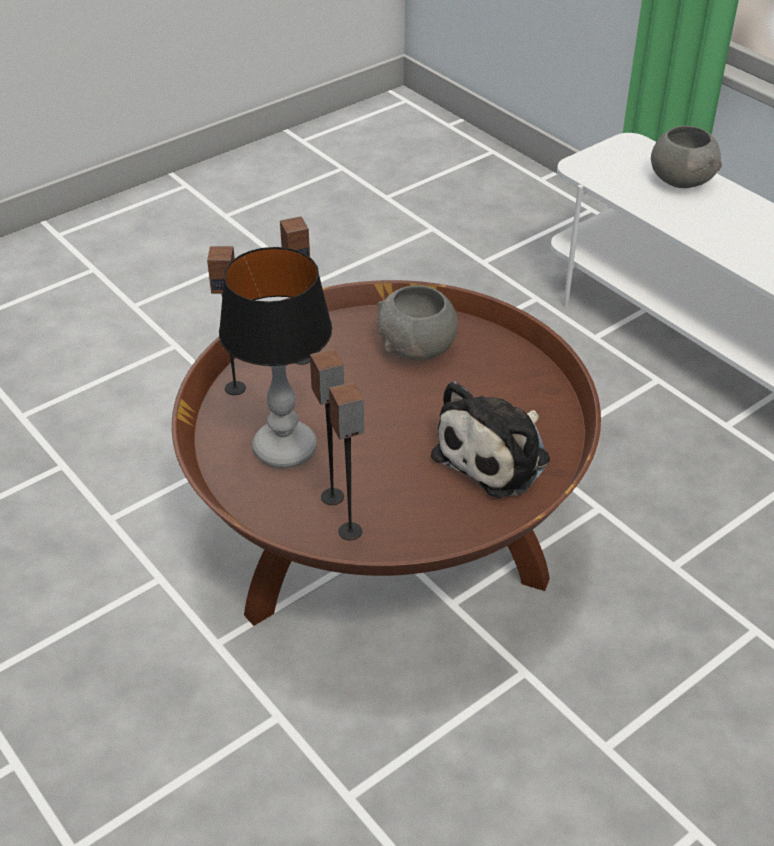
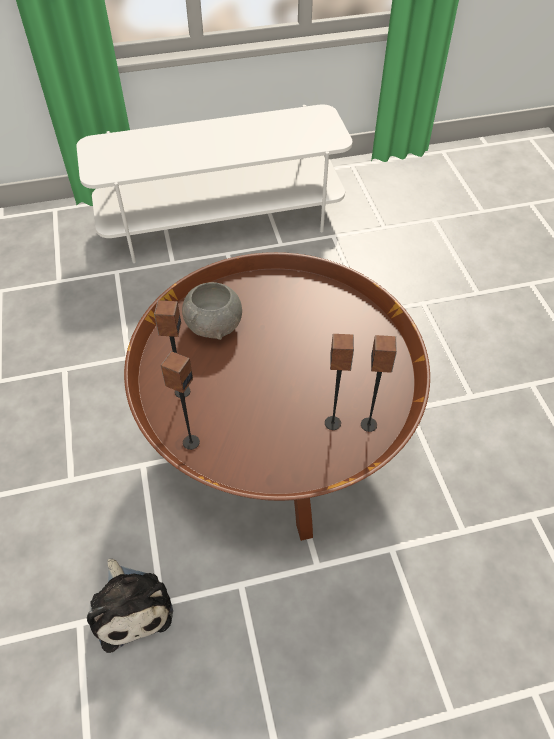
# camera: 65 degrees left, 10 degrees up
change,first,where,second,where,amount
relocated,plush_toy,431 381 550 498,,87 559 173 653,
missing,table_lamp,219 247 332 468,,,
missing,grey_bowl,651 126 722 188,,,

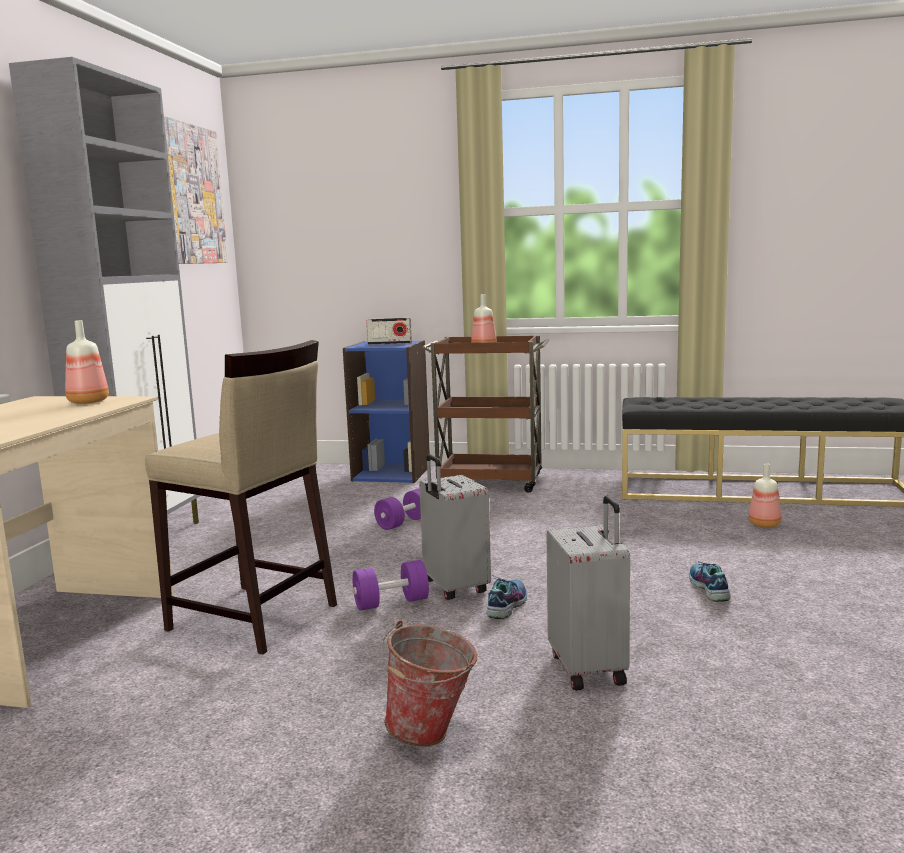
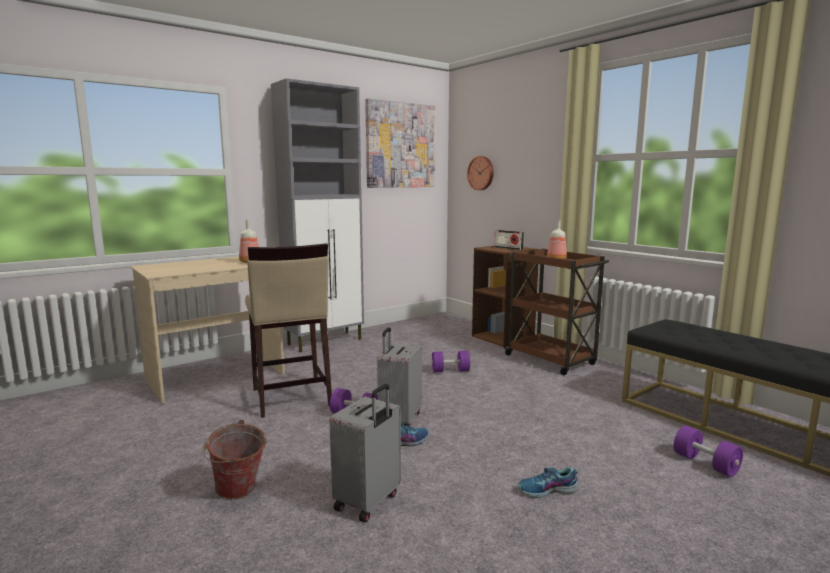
# camera: 40 degrees right, 0 degrees up
change,first,where,second,where,amount
appeared,,,wall_clock,467 156 494 190,
colour,blue_bookcase,343 340 430 483,brown_bookcase,472 246 539 347,
spun,shoe,689 561 731 602,,518 466 579 498,135 degrees counterclockwise
exchanged,bottle,748 463 781 528,purple_dumbbell,674 425 743 477,

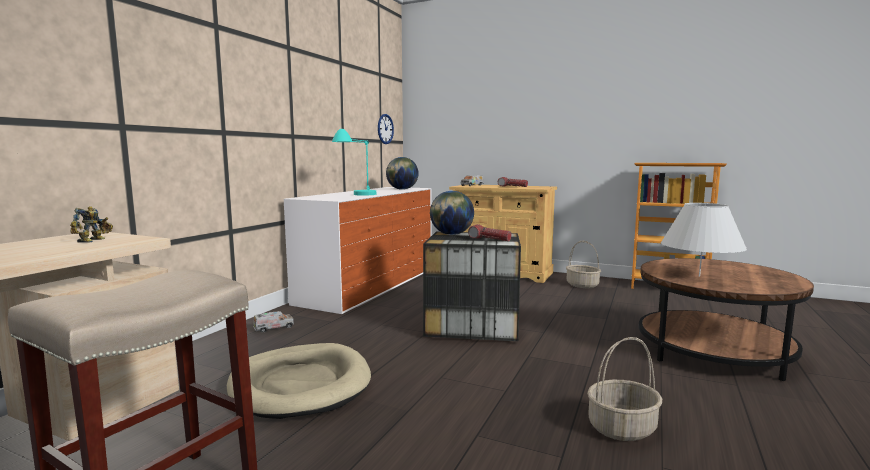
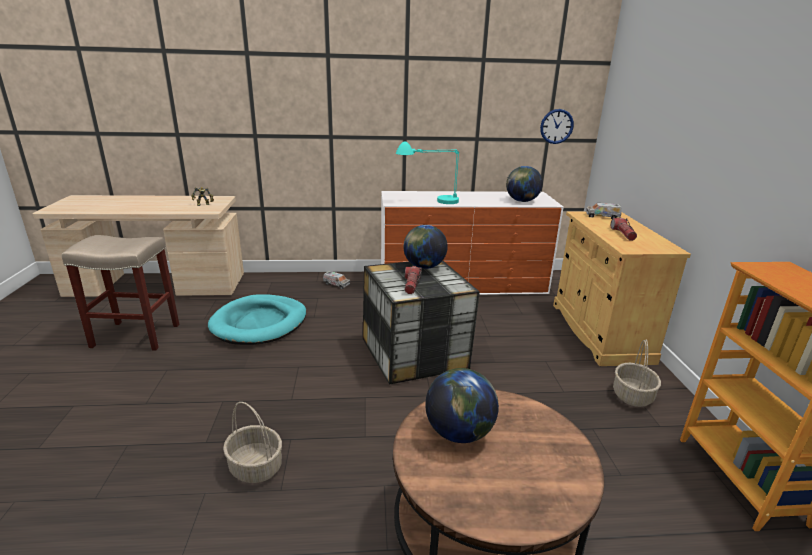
# camera: 60 degrees right, 15 degrees up
change,first,where,second,where,amount
colour,beige_dog_bed,227 343 371 419,turquoise_dog_bed,208 294 306 345,
exchanged,white_table_lamp,661 203 747 277,globe,425 368 499 443,

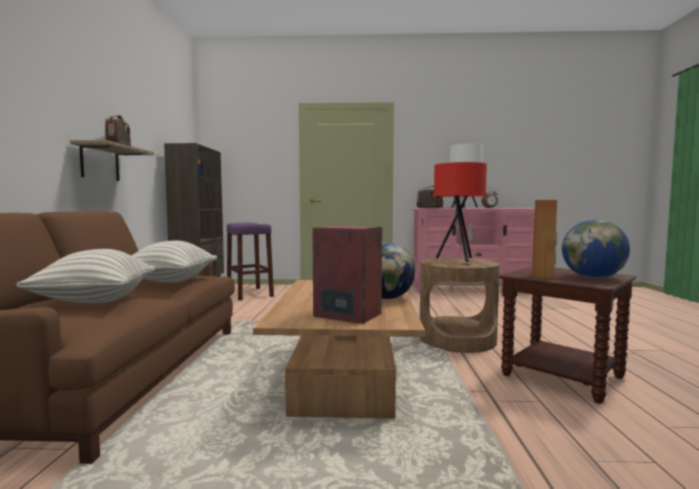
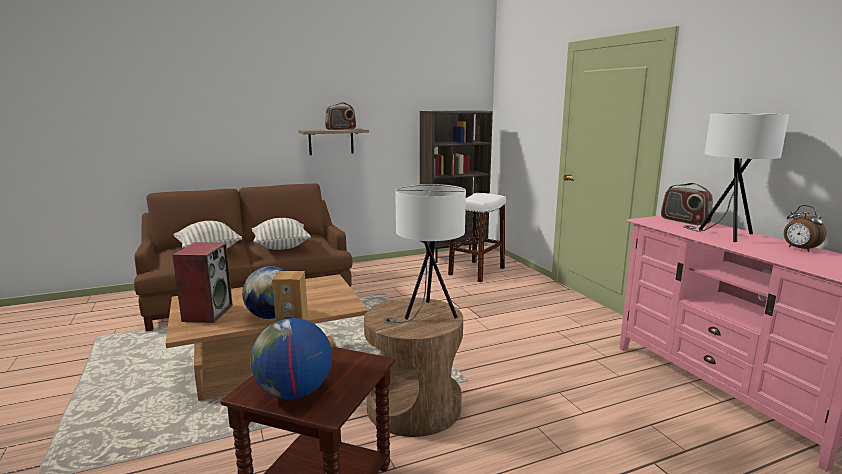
# camera: 65 degrees right, 10 degrees up
change,first,where,second,where,amount
colour,red_table_lamp,434 162 487 265,white_table_lamp,383 184 466 323,
colour,purple_stool,227 223 274 301,white_stool,448 193 506 282,

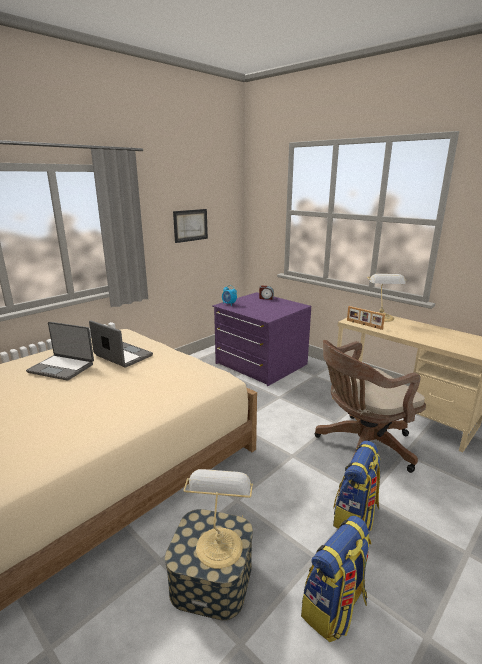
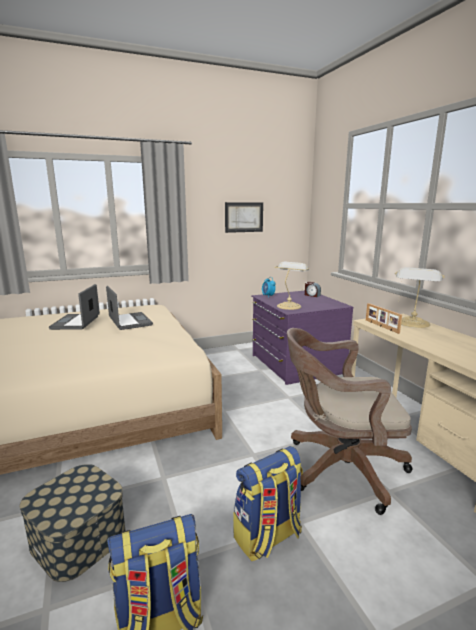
# camera: 25 degrees right, 5 degrees down
change,first,where,second,where,amount
spun,laptop,26 322 94 381,,49 284 100 330,45 degrees clockwise
relocated,table_lamp,183 469 253 569,,274 262 309 310,

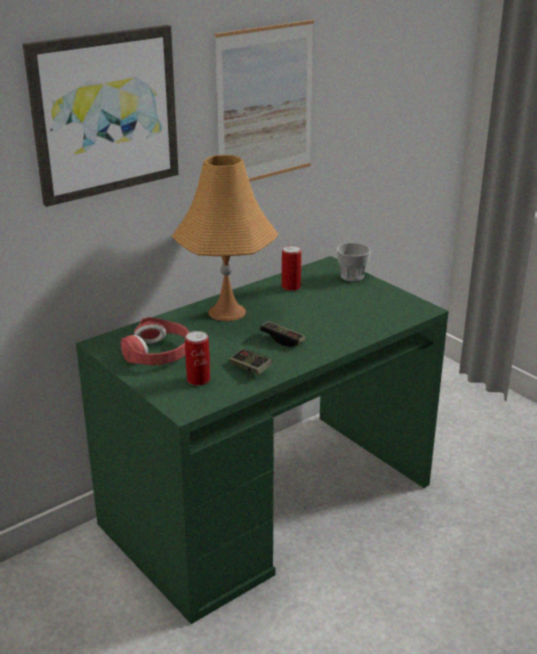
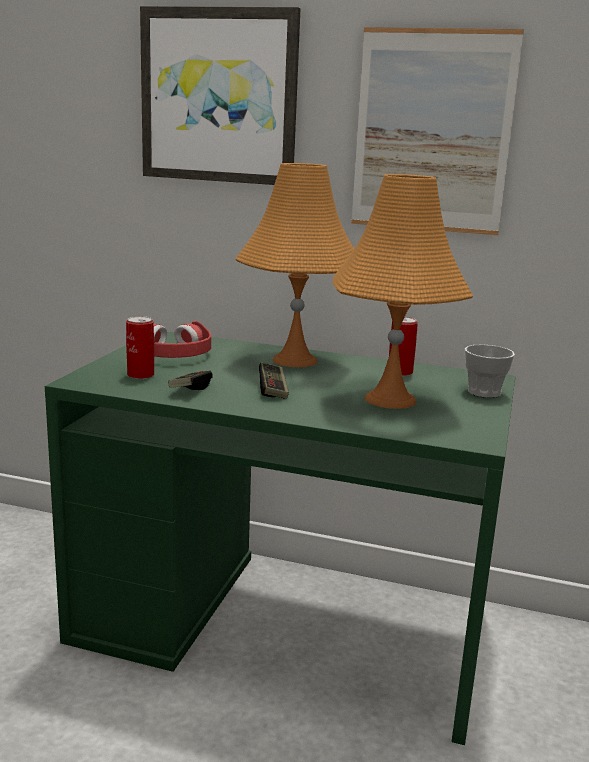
# camera: 55 degrees right, 10 degrees down
change,first,where,second,where,amount
appeared,,,orange_table_lamp,333 174 473 409,

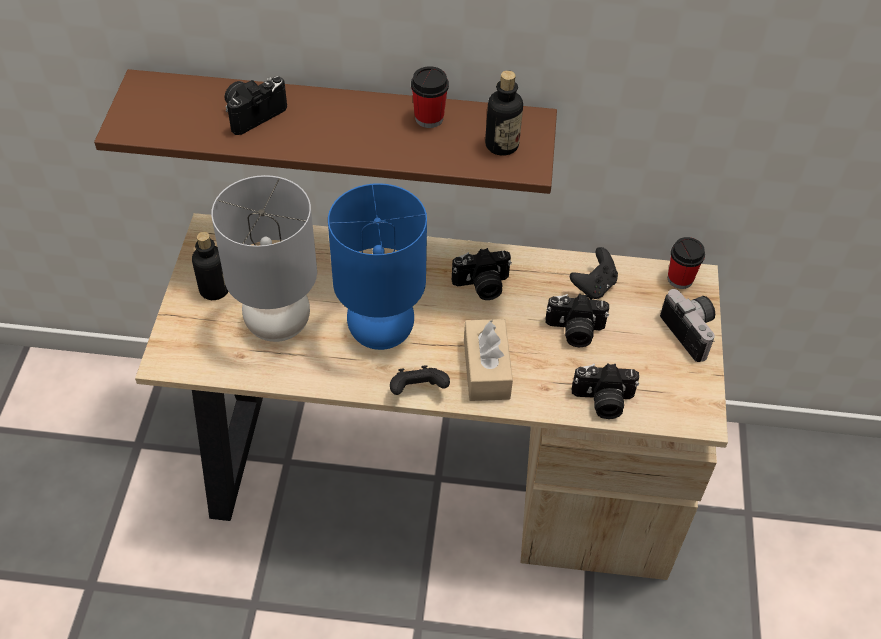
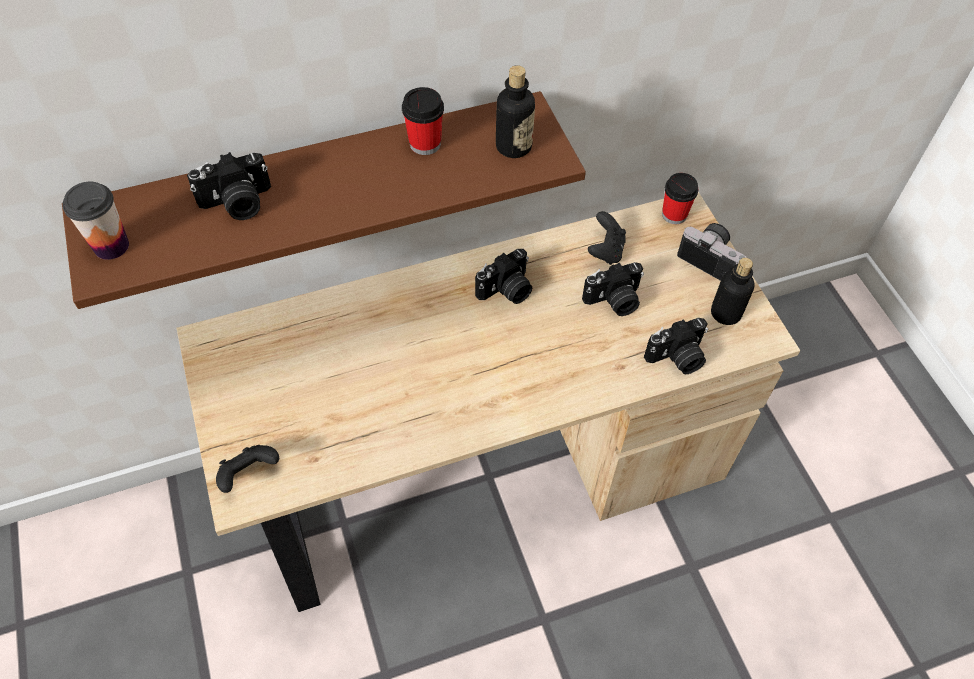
# camera: 25 degrees left, 5 degrees up
change,first,where,second,where,amount
appeared,,,cup,62 182 129 260,
spun,photo_camera,225 76 287 135,,187 152 271 220,135 degrees counterclockwise
relocated,black_game_controller,390 365 450 395,,216 445 279 493,
relocated,bottle,192 232 228 300,,711 258 755 325,
missing,grey_table_lamp,211 175 317 342,,,
missing,blue_table_lamp,328 183 427 350,,,
missing,beige_tissue_box,464 319 513 401,,,

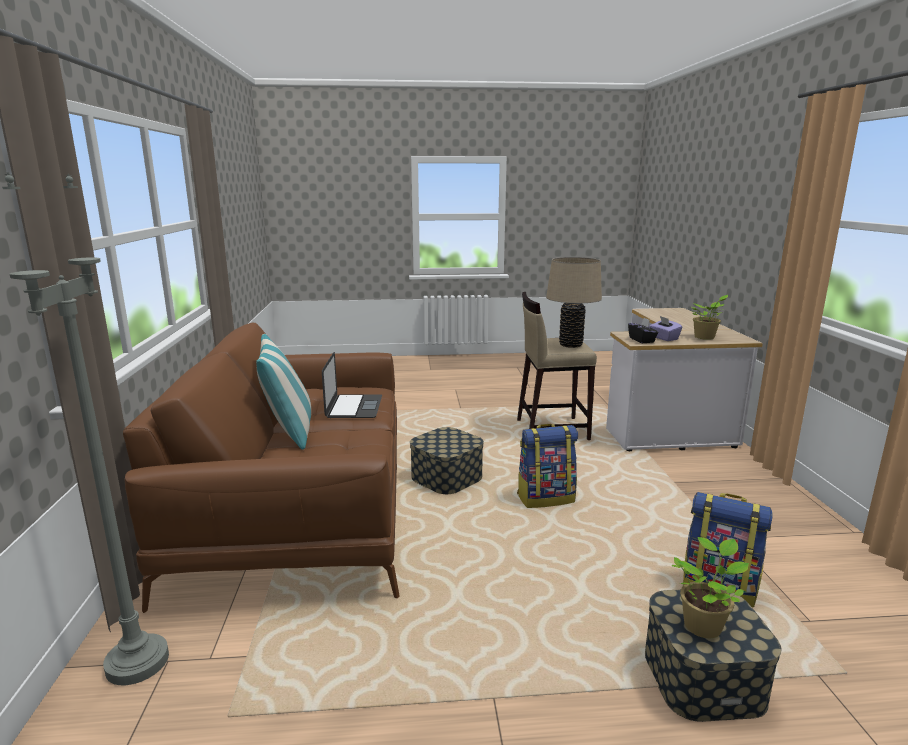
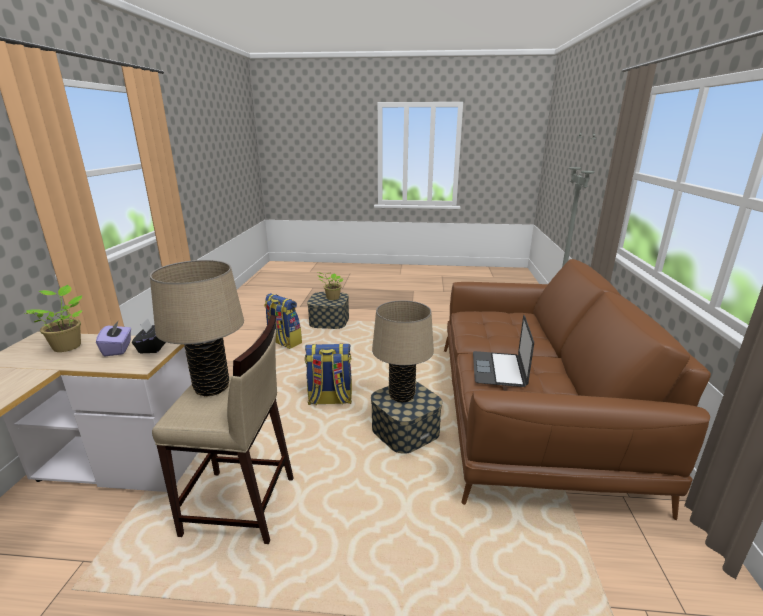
# camera: 170 degrees left, 5 degrees up
change,first,where,second,where,amount
appeared,,,beige_table_lamp,372 300 434 402,
missing,pillow,256 334 311 449,,,

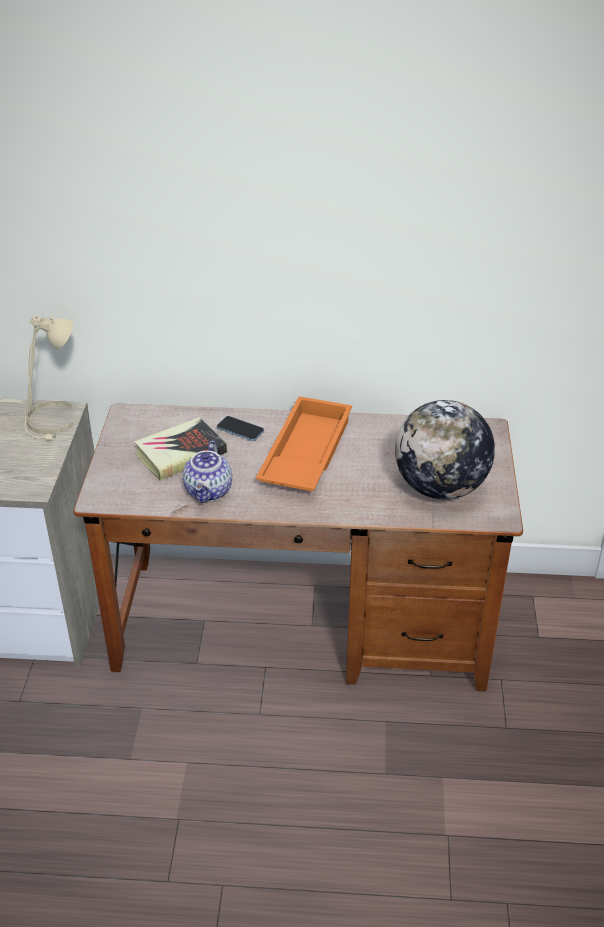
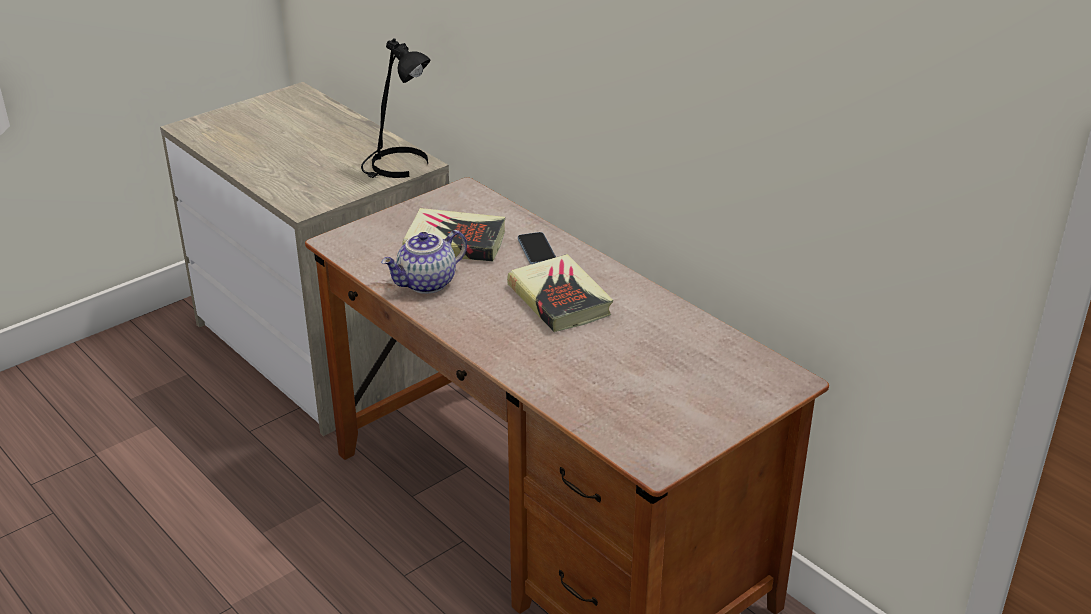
# camera: 45 degrees right, 5 degrees down
change,first,where,second,where,amount
colour,beige_table_lamp,24 315 74 440,black_table_lamp,361 38 430 178,
exchanged,orange_tray,256 396 352 491,book,507 254 613 332,
missing,globe,395 400 495 500,,,

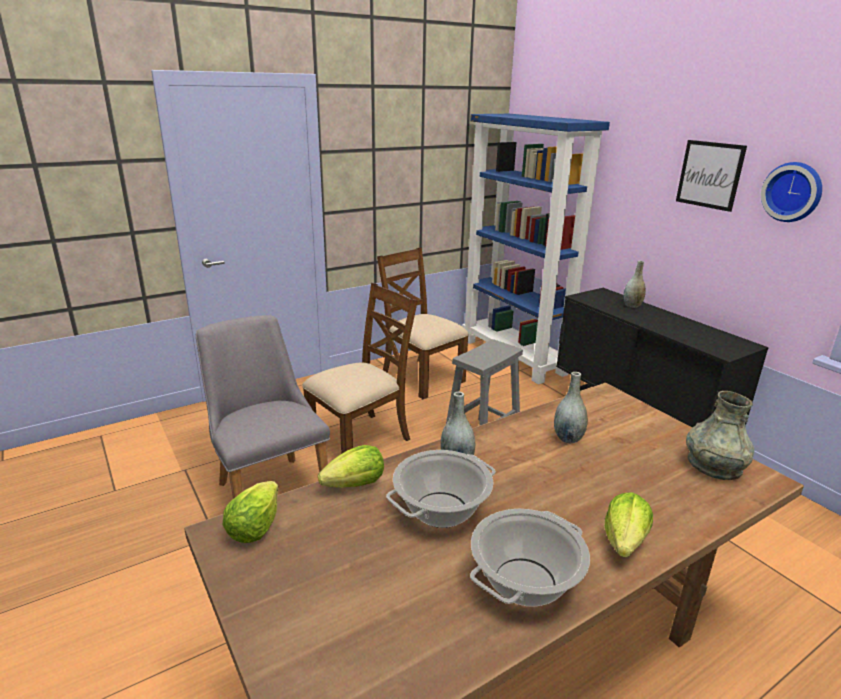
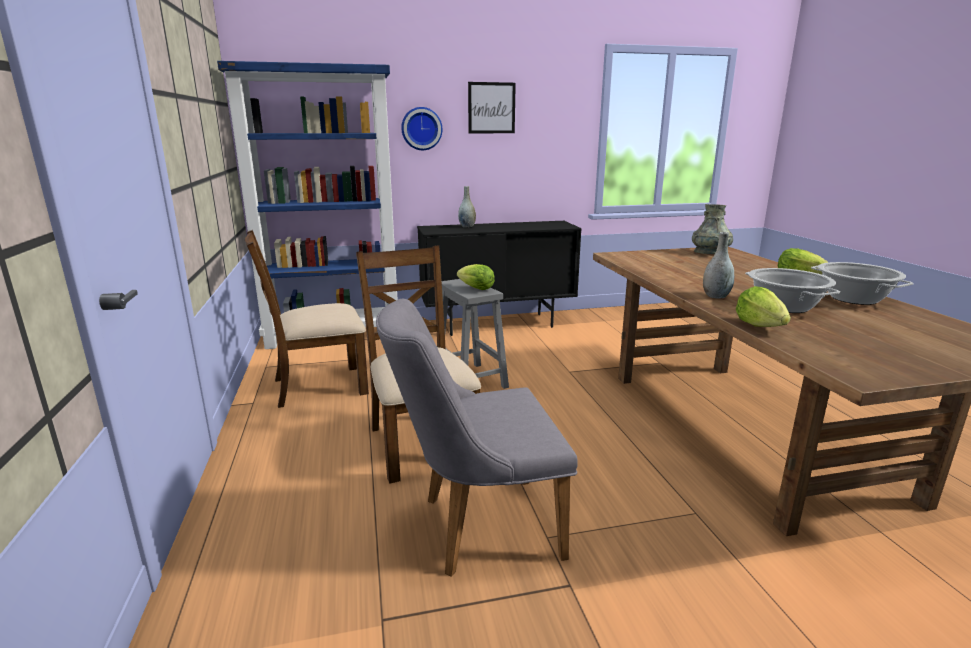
# camera: 70 degrees left, 5 degrees down
change,first,where,second,where,amount
relocated,wall_clock,761 162 822 222,,401 107 443 150,
relocated,lettuce,223 481 278 543,,457 264 495 290,
missing,grey_vase,554 372 588 443,,,

